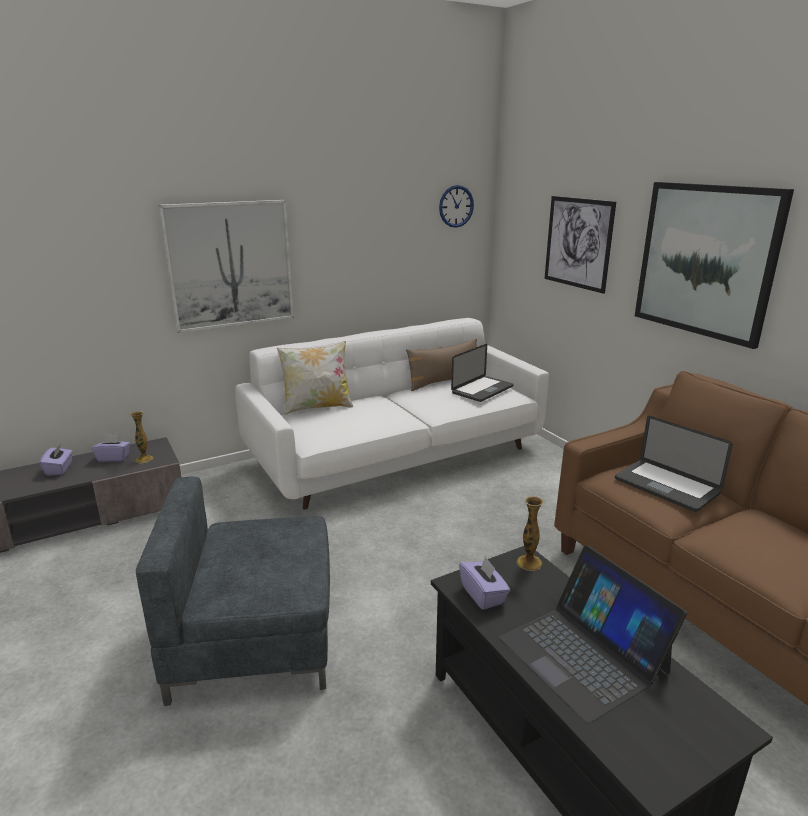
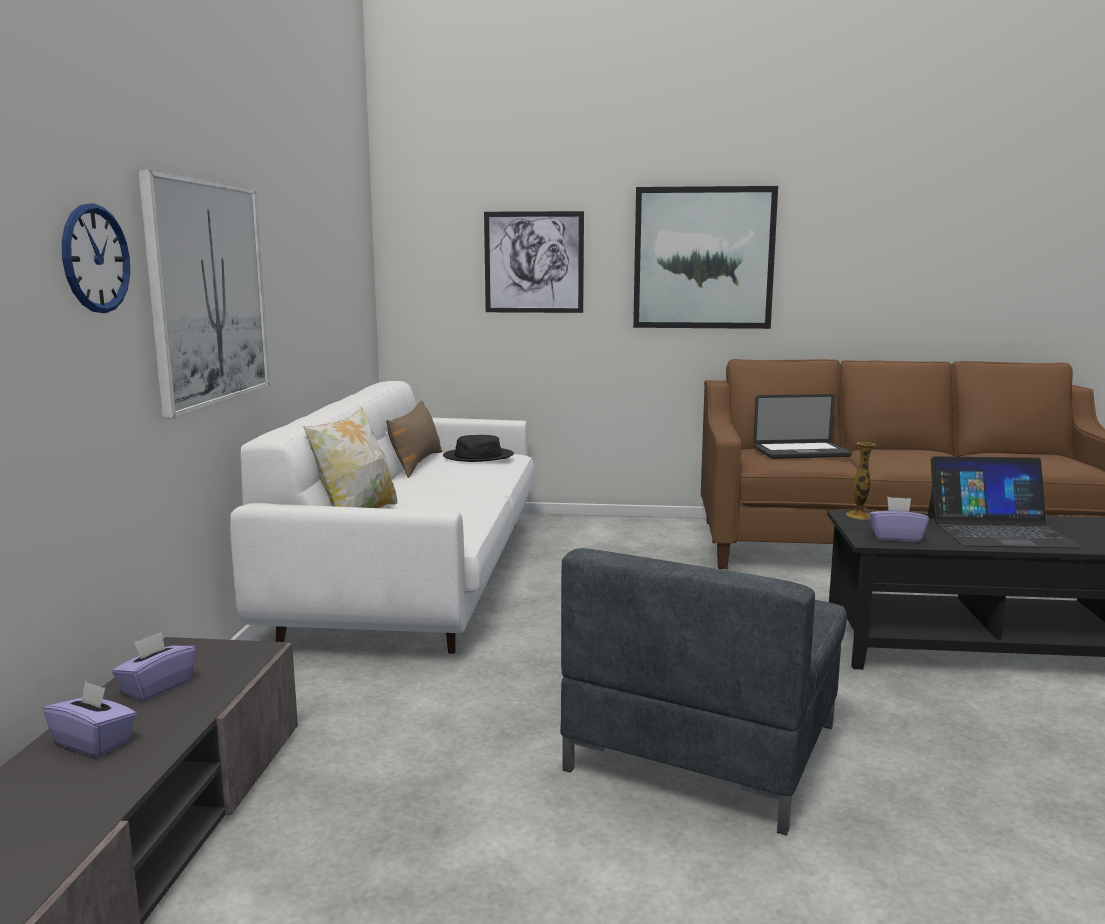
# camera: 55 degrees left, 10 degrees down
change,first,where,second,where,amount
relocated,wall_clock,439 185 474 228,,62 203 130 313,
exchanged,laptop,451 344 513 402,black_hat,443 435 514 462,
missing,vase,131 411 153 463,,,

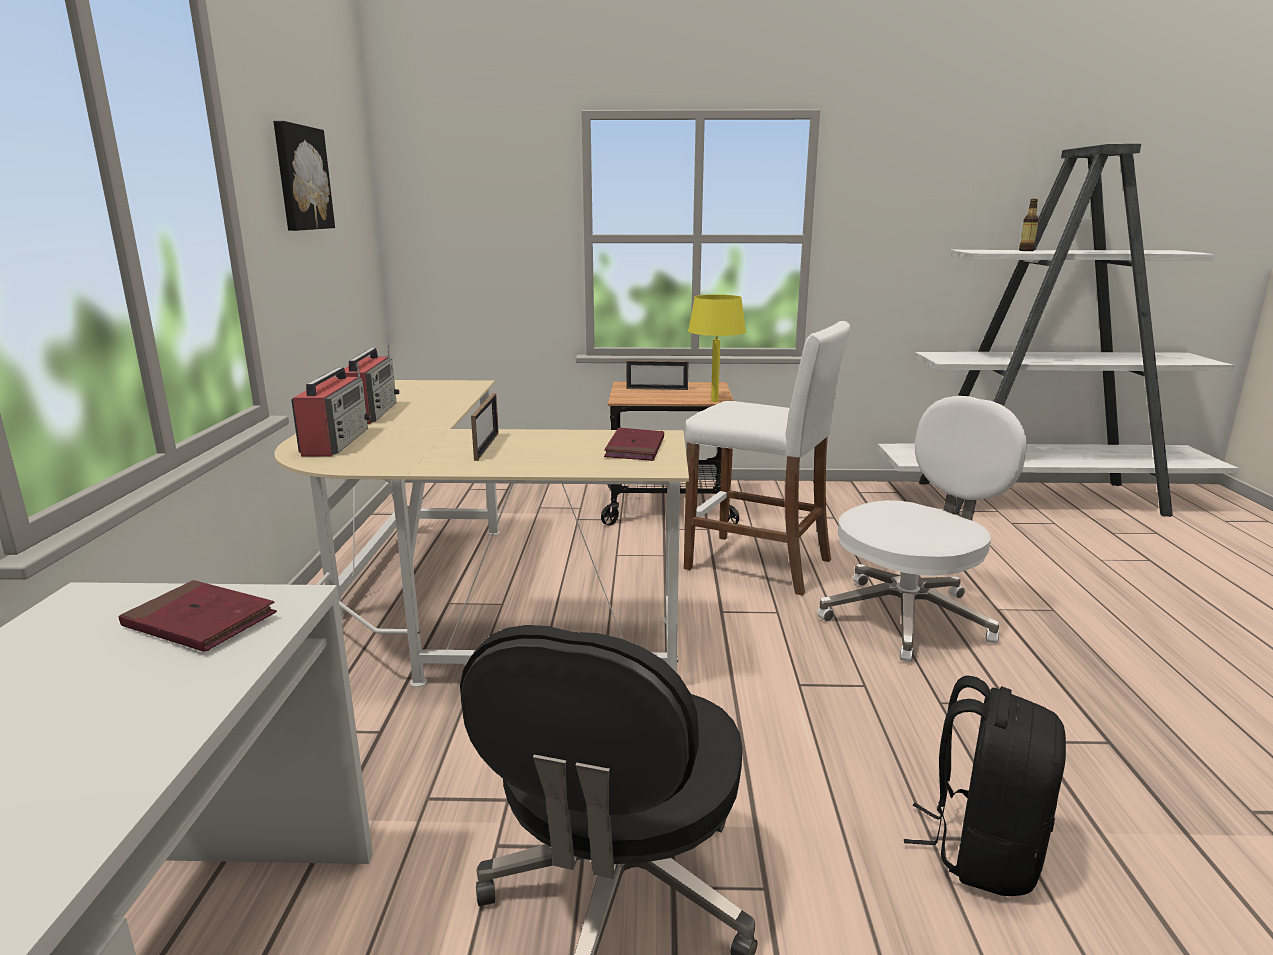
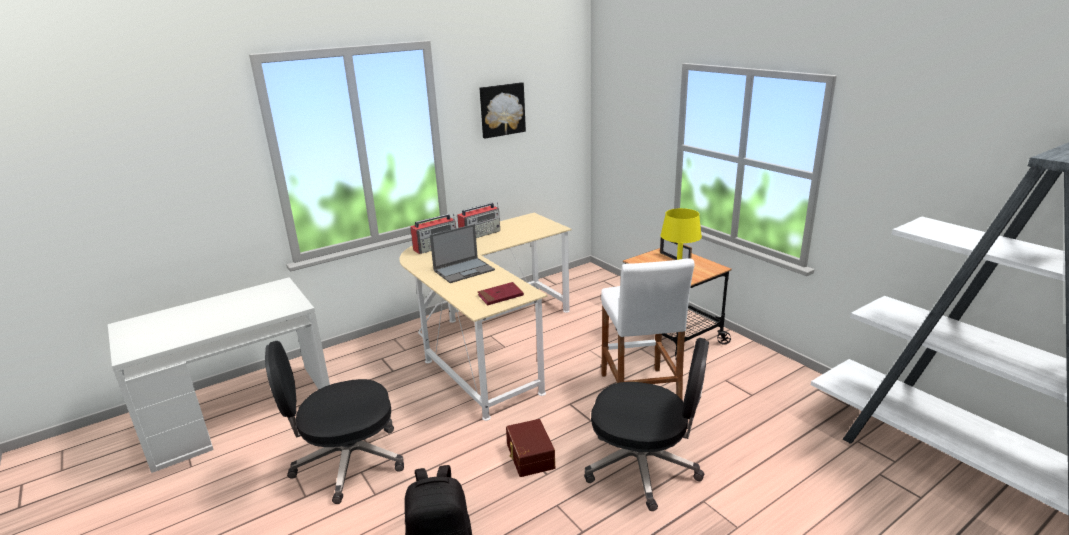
# camera: 55 degrees right, 5 degrees up
change,first,where,second,where,amount
exchanged,picture_frame,471 393 499 461,laptop,430 224 495 283,
appeared,,,brown_storage_box,506 419 555 477,
colour,white_office_chair,817 396 1027 662,black_office_chair,584 338 709 511,
missing,red_book,119 580 277 652,,,
missing,bottle,1019 199 1039 251,,,

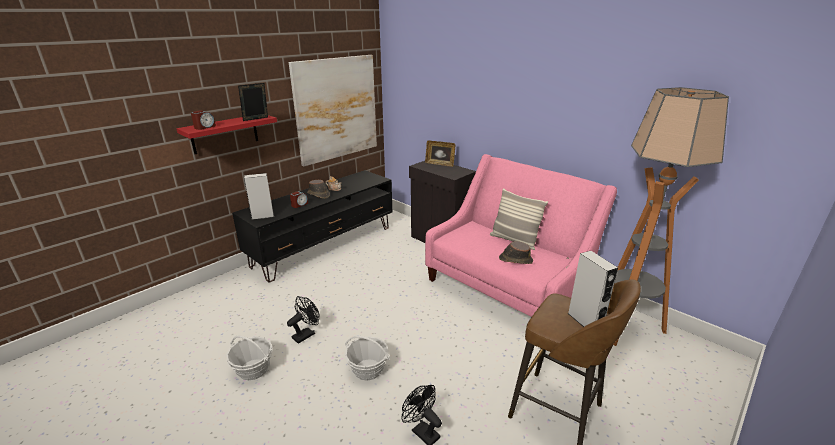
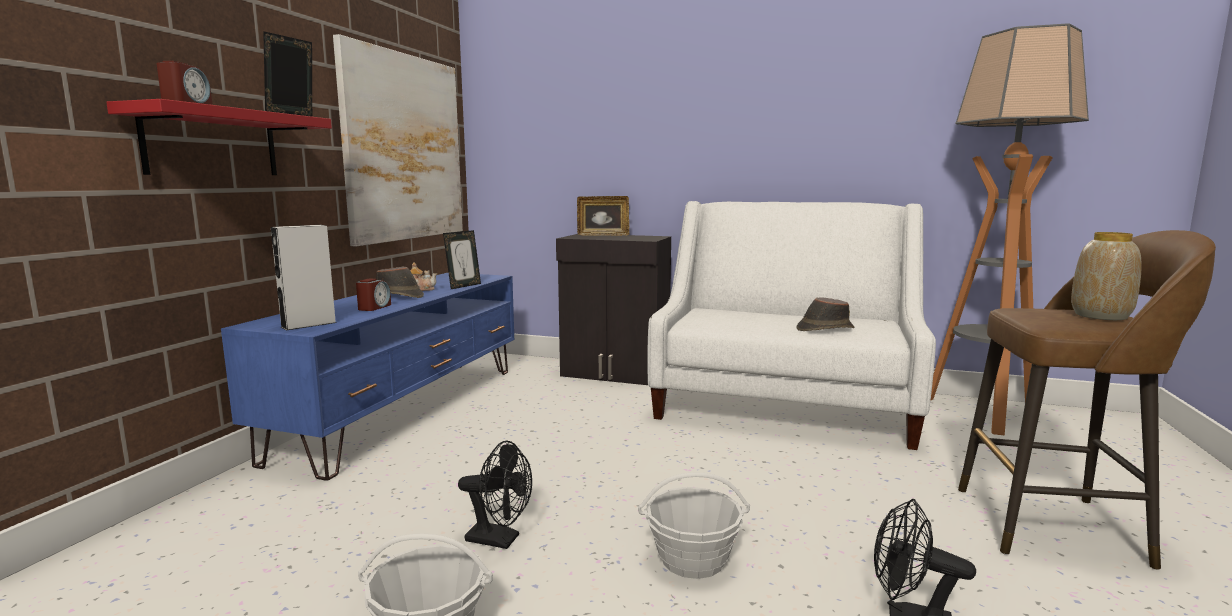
# camera: 25 degrees left, 15 degrees down
change,first,where,second,where,amount
colour,black_tv_stand,232 170 392 283,blue_tv_stand,221 273 514 480,
appeared,,,picture_frame,443 230 481 289,
spun,black_fan,287 296 320 344,,458 441 532 549,90 degrees clockwise
colour,pink_sofa,425 154 617 317,white_sofa,647 201 936 450,
exchanged,grey_speaker,567 251 618 327,vase,1071 232 1142 320,
missing,pillow,490 188 548 250,,,

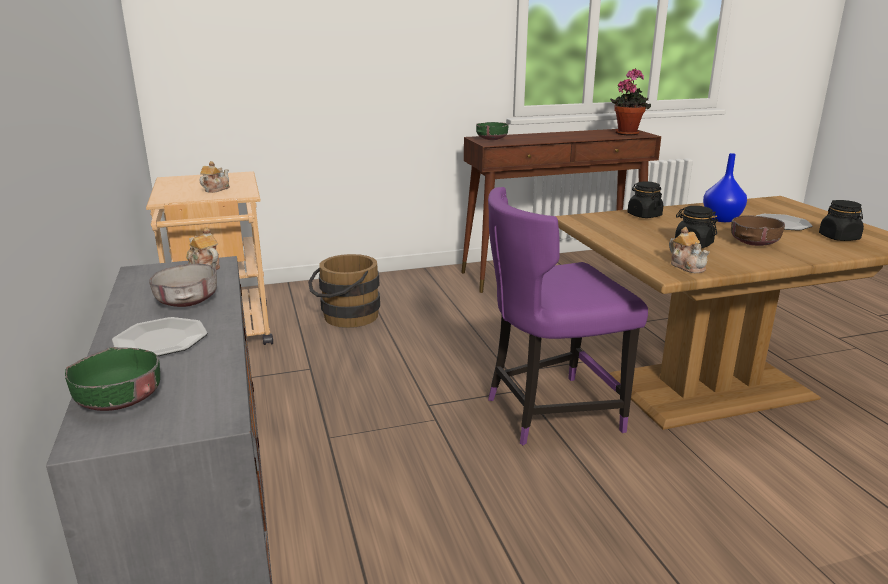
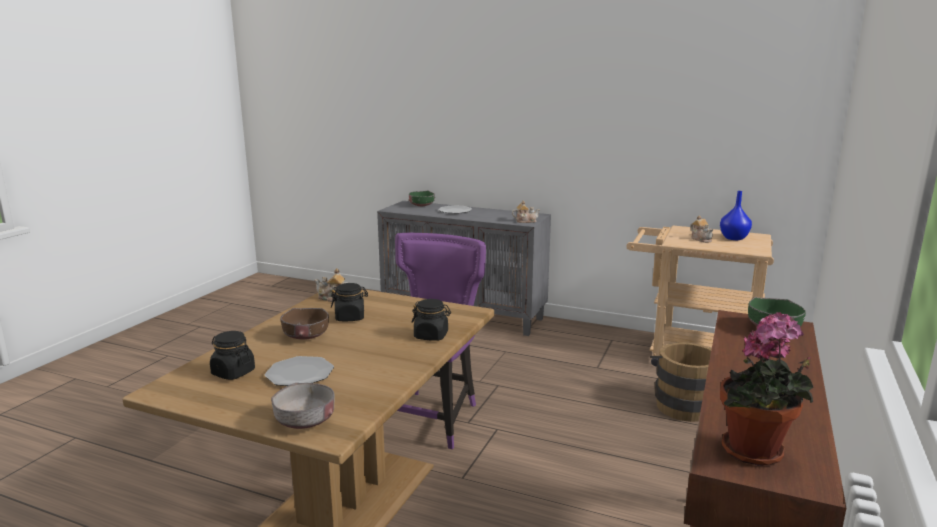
# camera: 130 degrees right, 5 degrees down
change,first,where,second,where,amount
relocated,grey_bowl,149 264 217 307,,271 383 335 429,
relocated,blue_vase,703 153 747 222,,720 191 752 240,

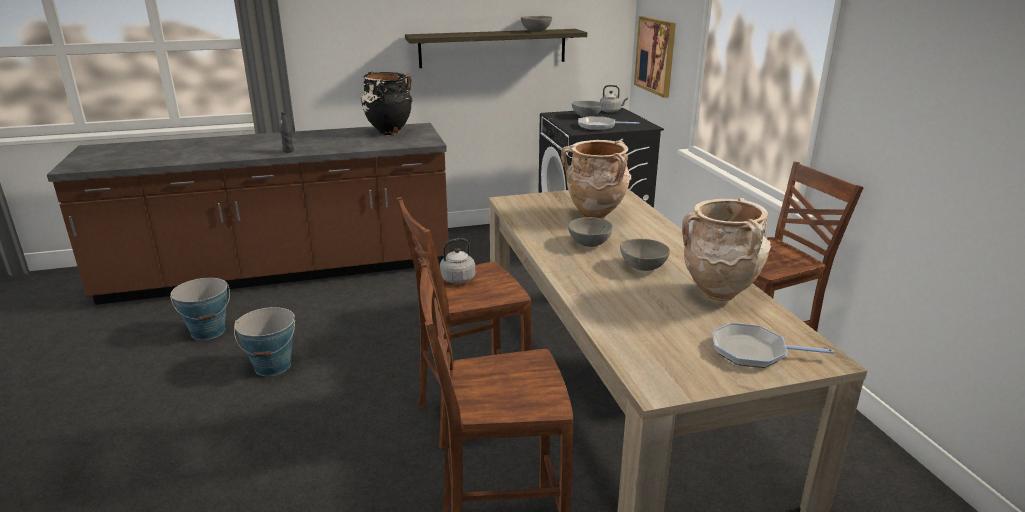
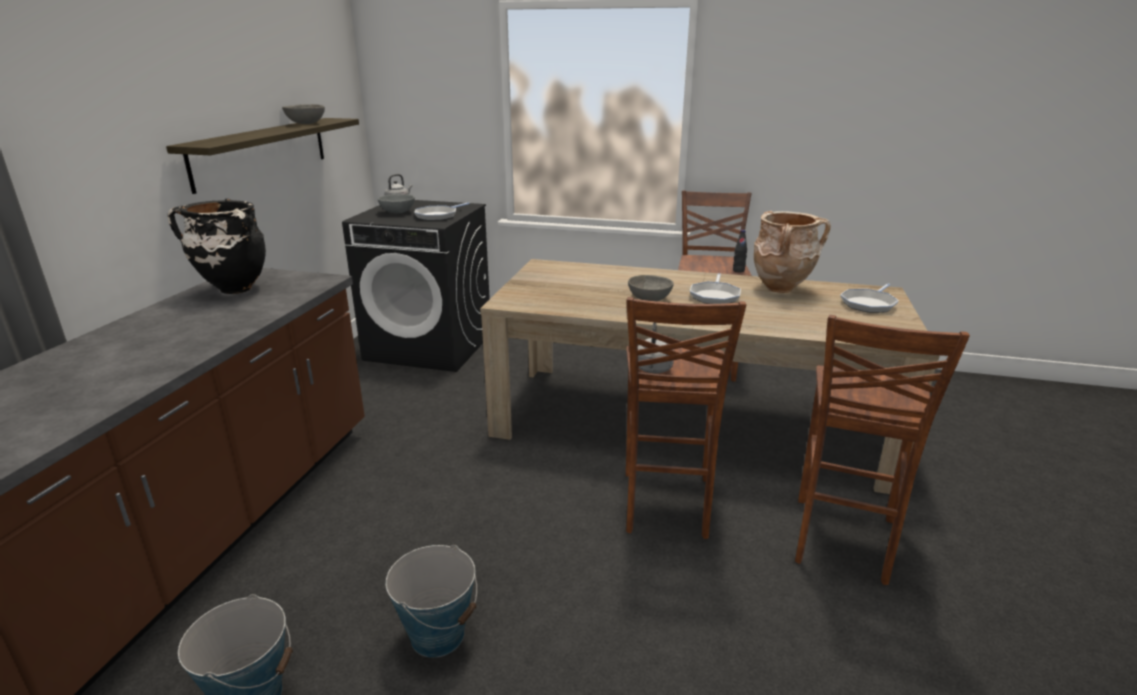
# camera: 60 degrees left, 0 degrees up
change,first,where,second,where,amount
exchanged,grey_bowl,620 239 670 271,frying_pan,690 273 741 304,
relocated,black_bottle,280 112 294 153,,733 230 747 272,
missing,beige_vase,561 140 631 219,,,
missing,picture,634 16 676 98,,,

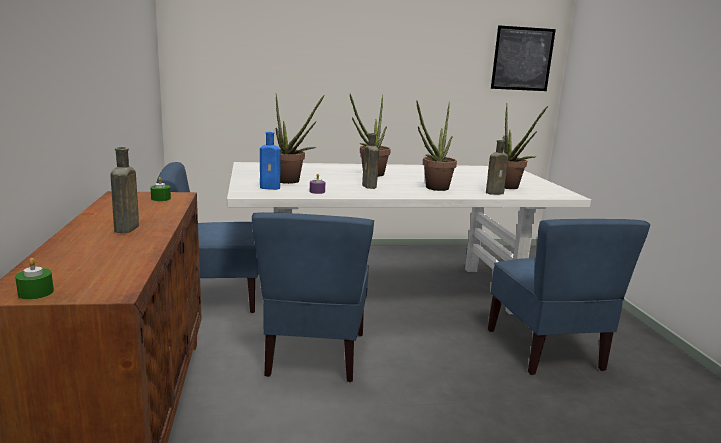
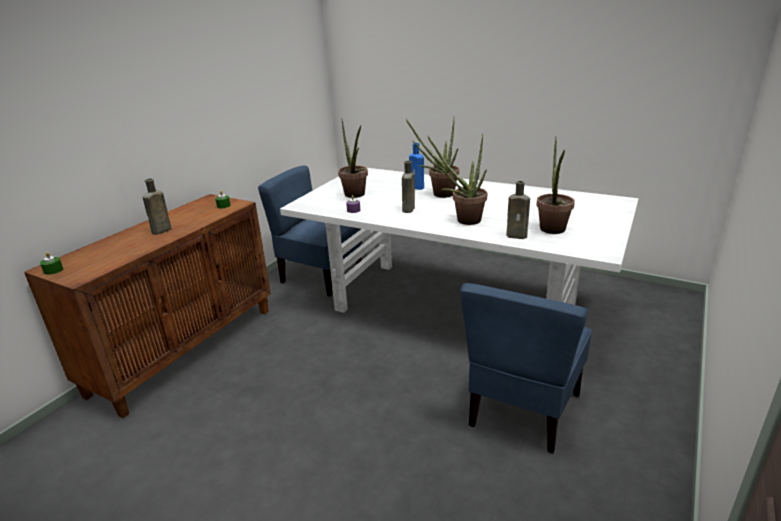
# camera: 40 degrees right, 10 degrees up
change,first,where,second,where,amount
relocated,blue_bottle,260 132 281 190,,409 143 424 190,
missing,blue_chair,252 212 374 382,,,
missing,picture,491 25 556 91,,,

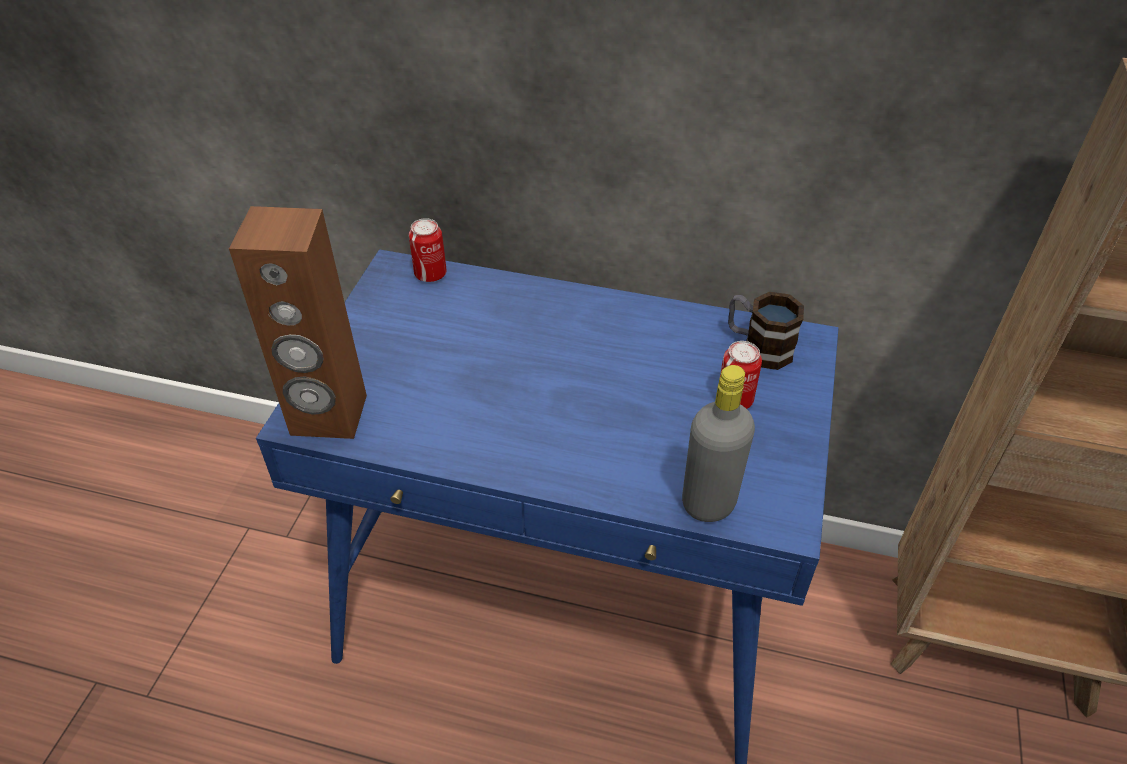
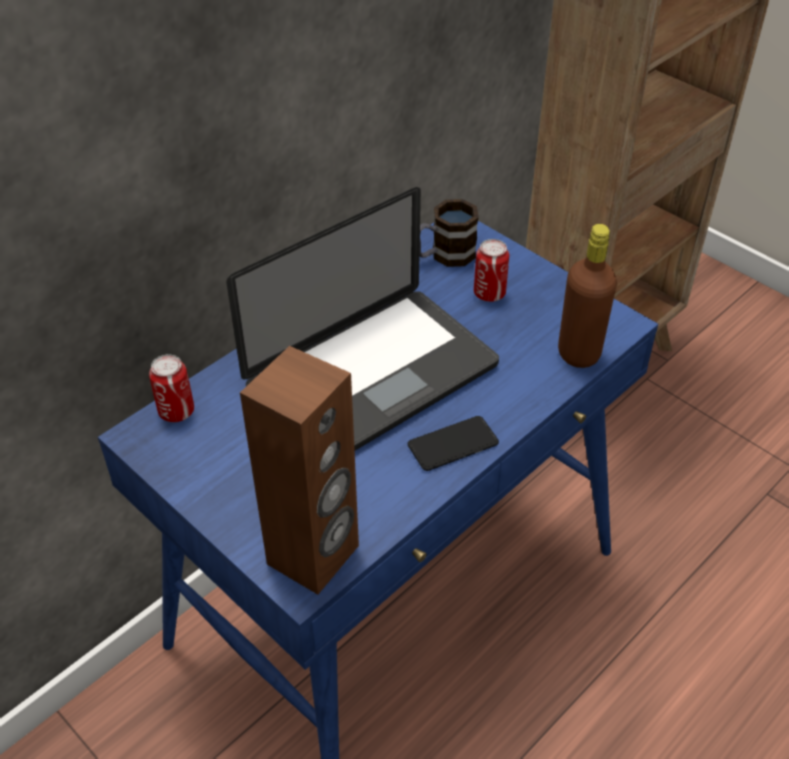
# camera: 60 degrees left, 0 degrees up
change,first,where,second,where,amount
appeared,,,laptop,226 187 499 450,
appeared,,,phone,408 416 499 471,
colour,grey_bottle,682 365 755 522,brown_bottle,558 224 617 368,

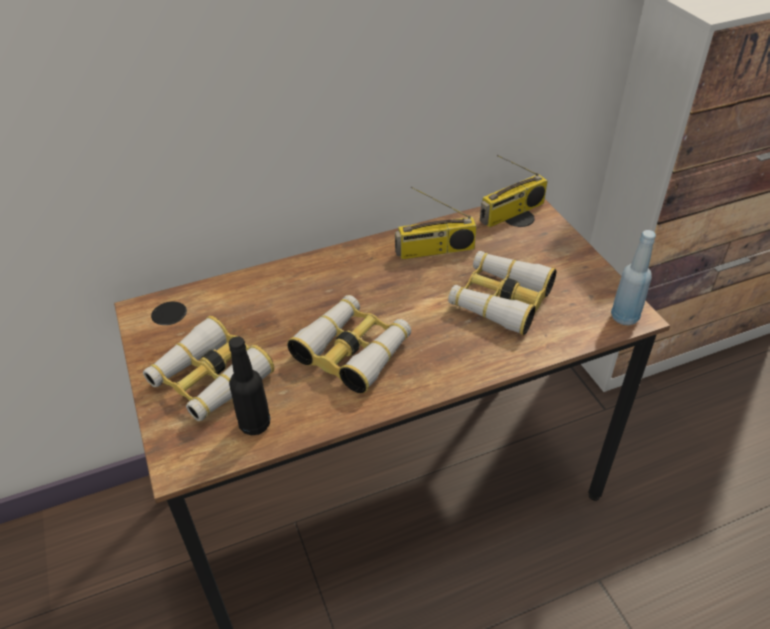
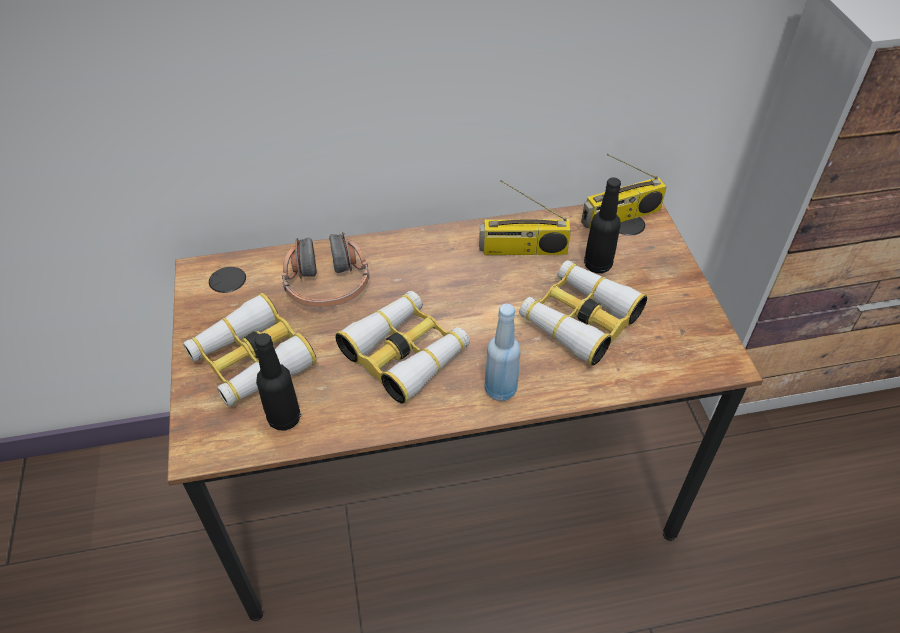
# camera: 10 degrees right, 5 degrees up
change,first,where,second,where,amount
appeared,,,headphones,282 232 369 308,
relocated,blue_bottle,611 230 656 325,,484 304 521 401,
appeared,,,black_bottle,584 177 621 273,

